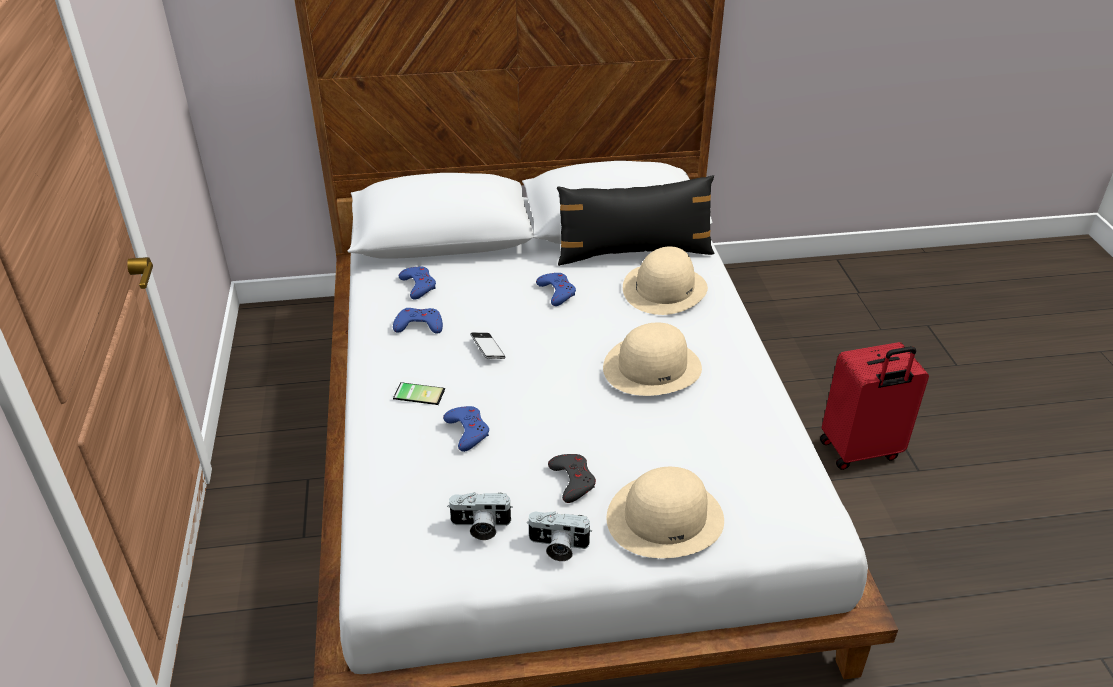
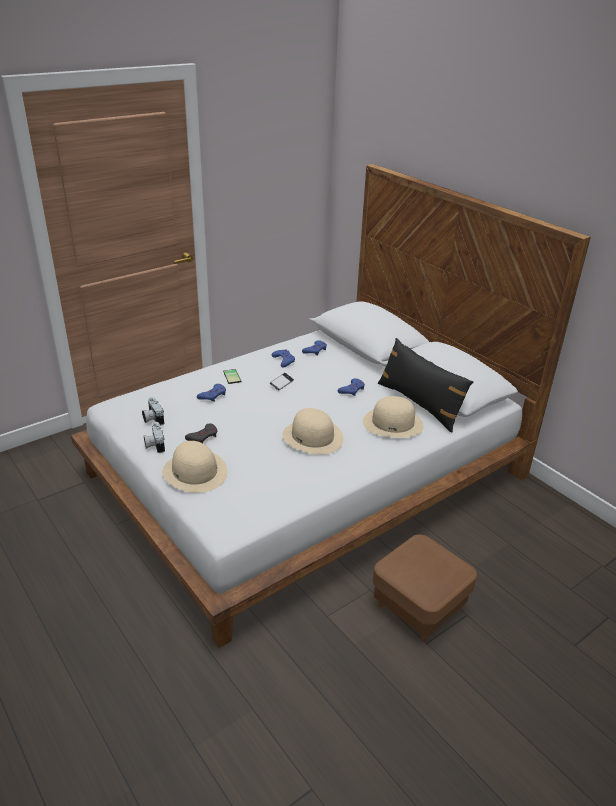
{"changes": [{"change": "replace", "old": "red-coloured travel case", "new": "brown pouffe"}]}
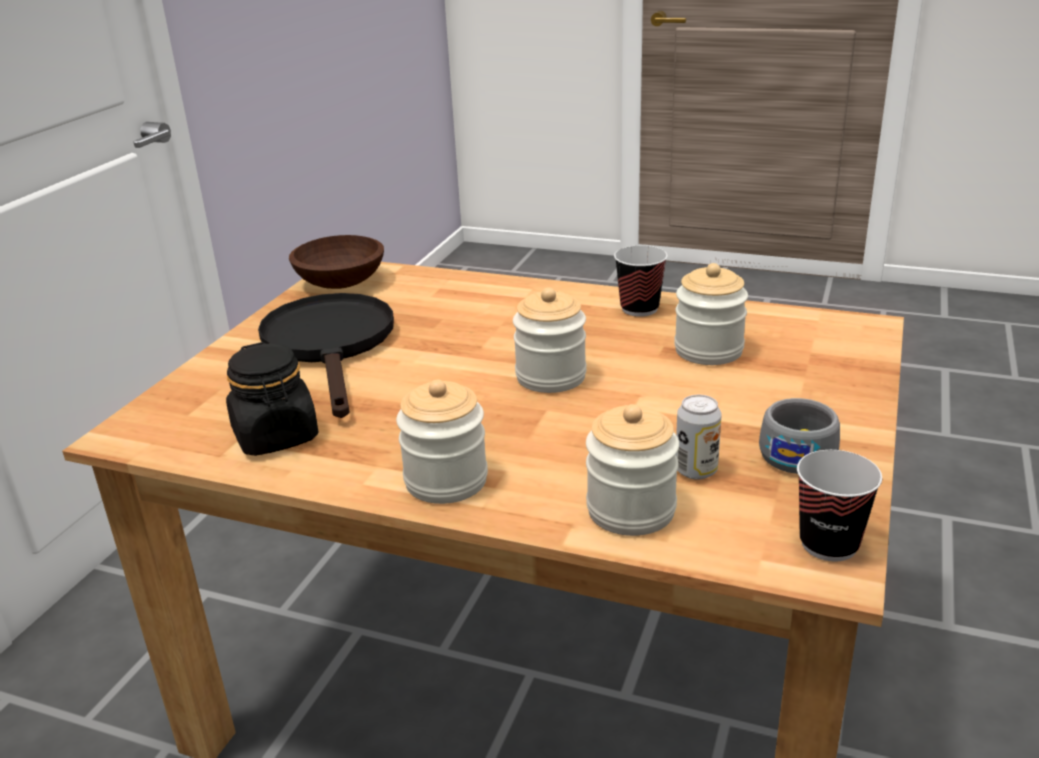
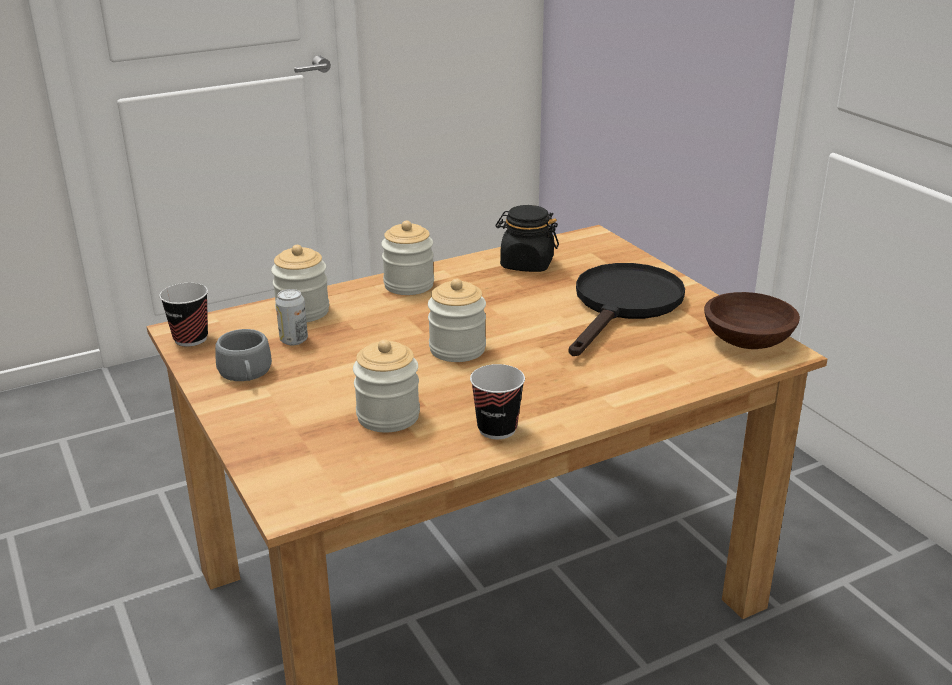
{"changes": [{"change": "rotate", "old": "black pan", "degrees": -90}]}
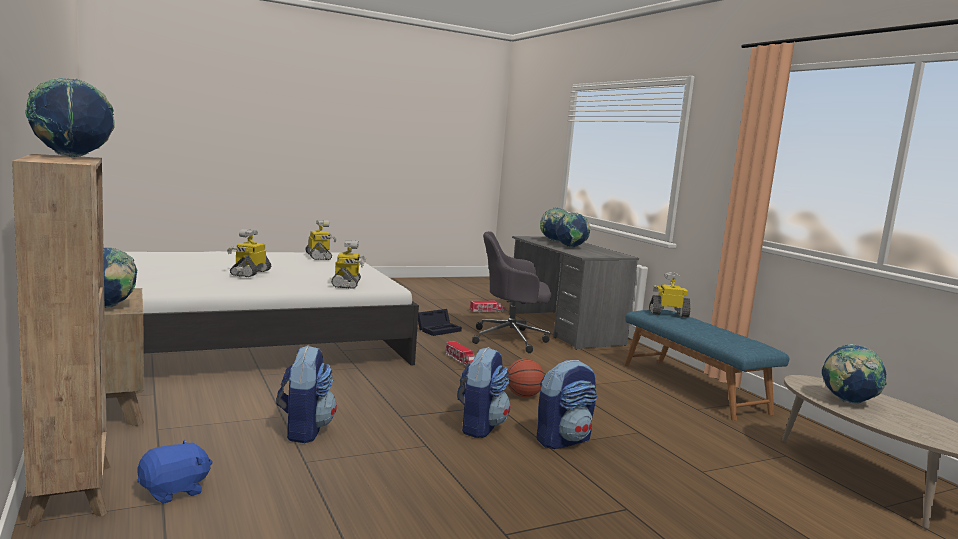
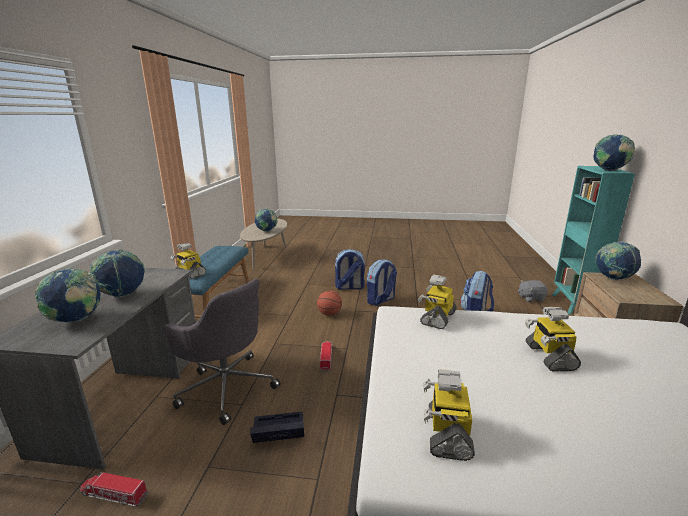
{"changes": [{"change": "recolor", "old": "bluish cuddly toy", "new": "grey cuddly toy"}, {"change": "rotate", "old": "model robot (1st from left in the first image)", "degrees": 135}, {"change": "recolor", "old": "brown bookcase", "new": "blue-green bookcase"}]}
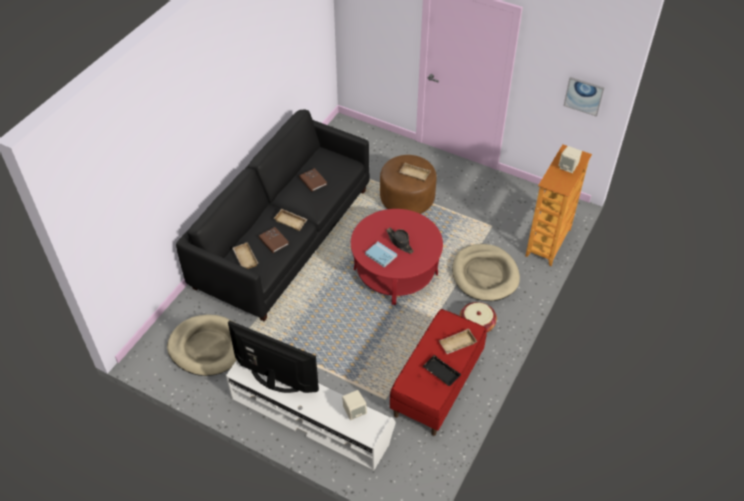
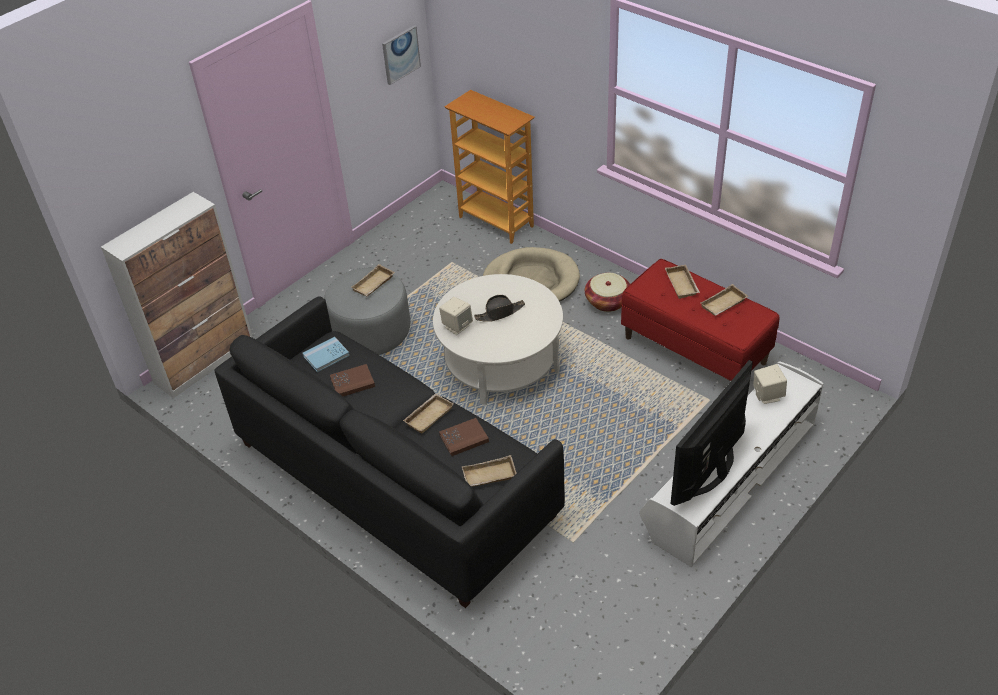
{"changes": [{"change": "insert", "new": "cabinet"}, {"change": "move", "old": "bluish book"}, {"change": "recolor", "old": "brown pouffe", "new": "grey pouffe"}, {"change": "recolor", "old": "red-coloured lounge table", "new": "white-coloured lounge table"}, {"change": "move", "old": "beige audio speaker (2nd from left in the first image)", "new": "beige audio speaker (1st from left)"}, {"change": "recolor", "old": "black serving tray", "new": "beige serving tray (5th from left)"}, {"change": "delete", "old": "beige pet bed (1st from left)"}]}
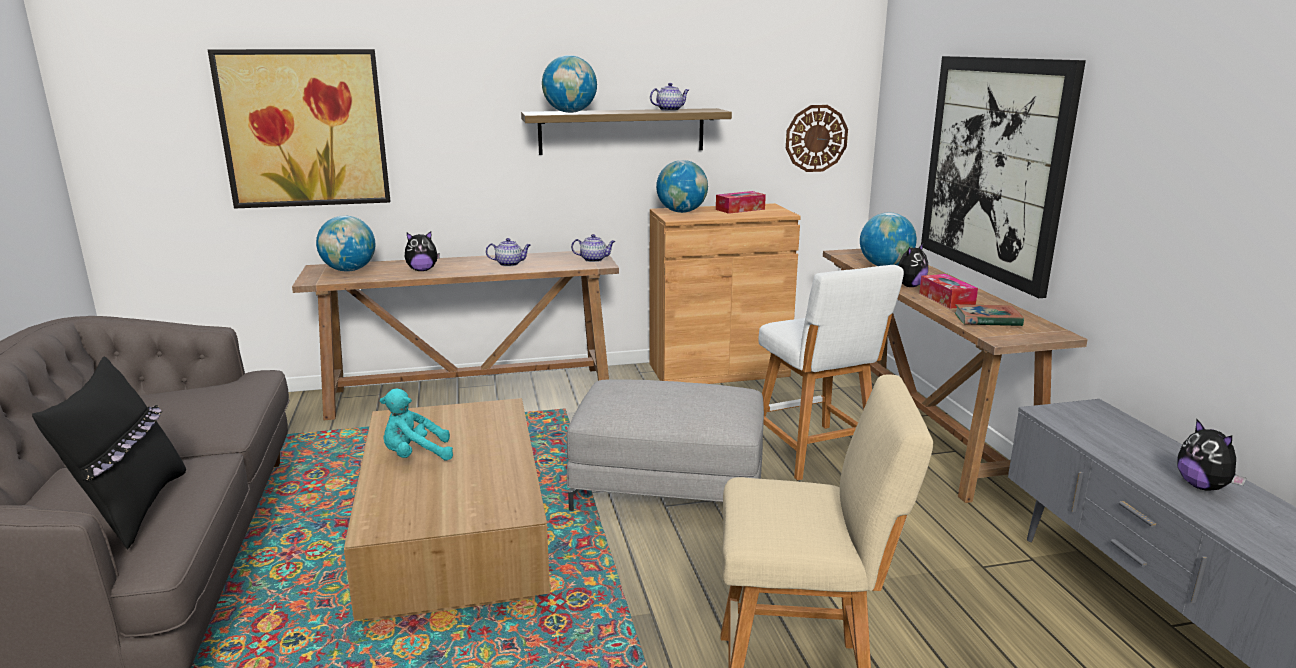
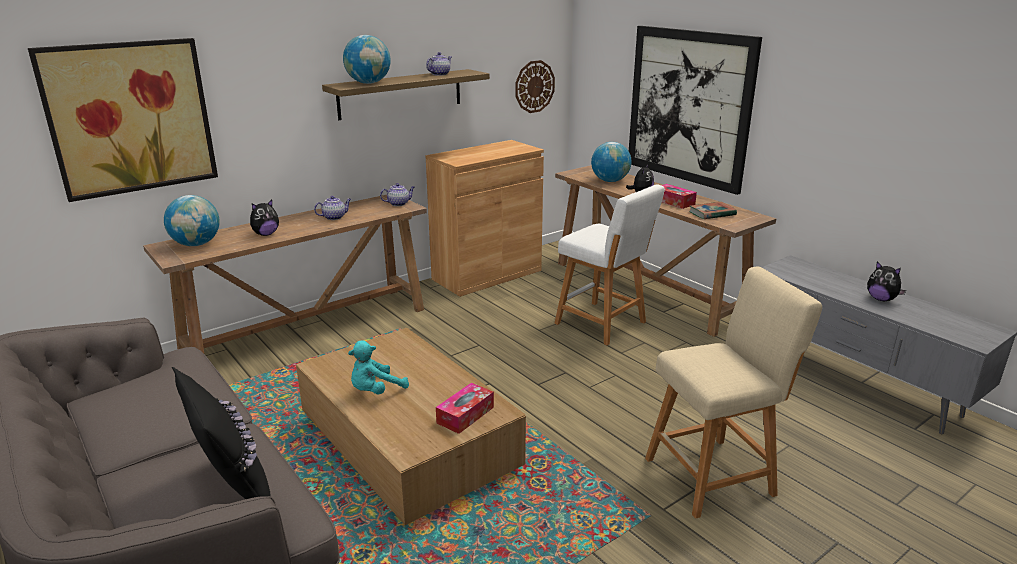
{"changes": [{"change": "move", "old": "box of tissues (1st from left)"}, {"change": "delete", "old": "grey pouffe"}, {"change": "delete", "old": "world globe (3rd from left)"}]}
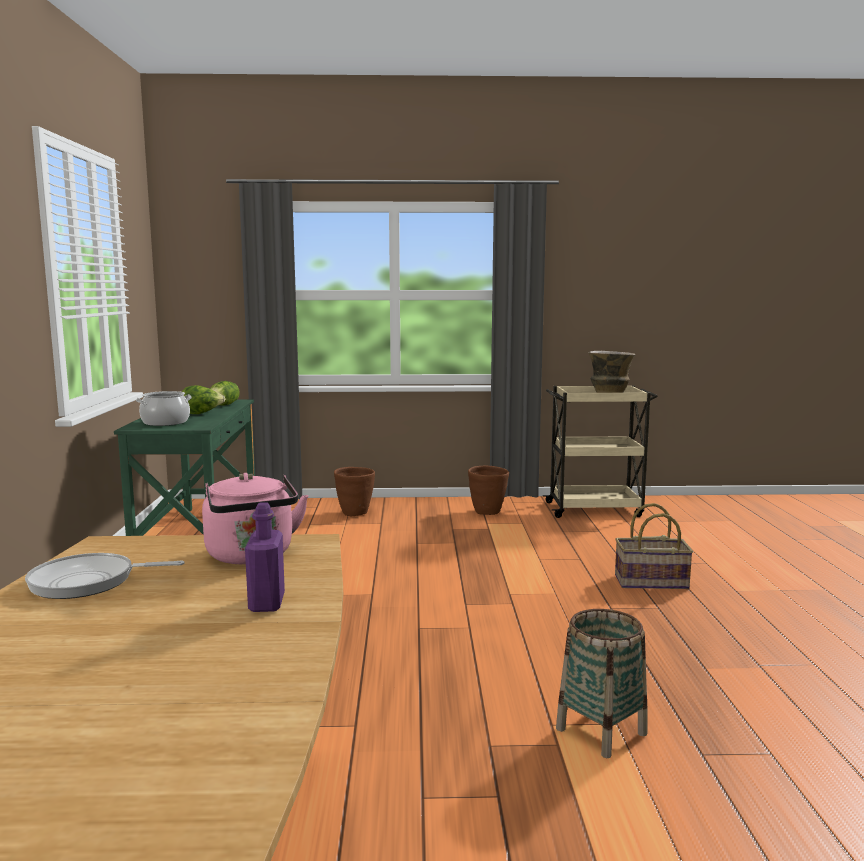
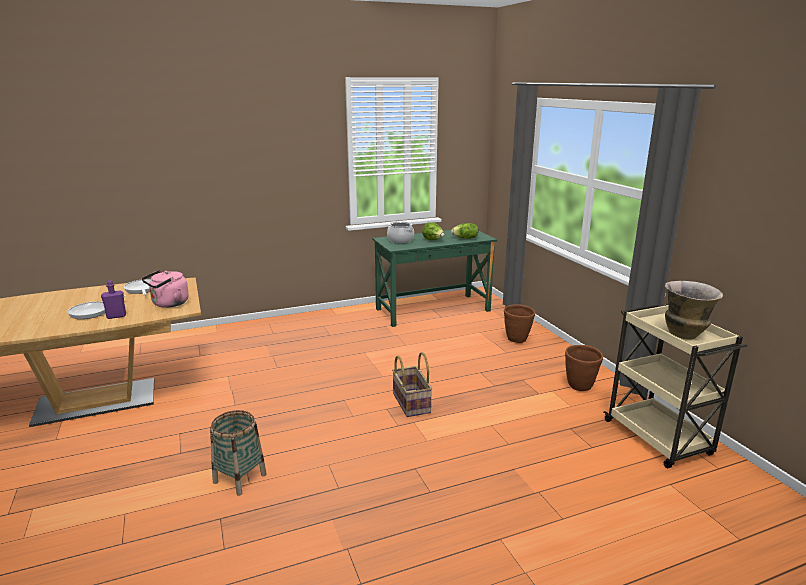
{"changes": [{"change": "insert", "new": "pan (1st from left)"}, {"change": "move", "old": "basket (2nd from left)"}]}
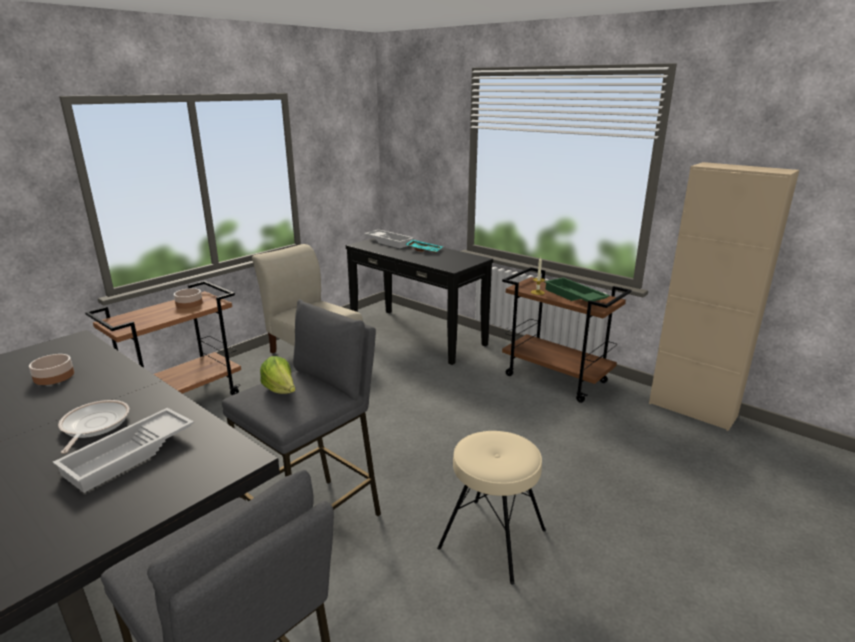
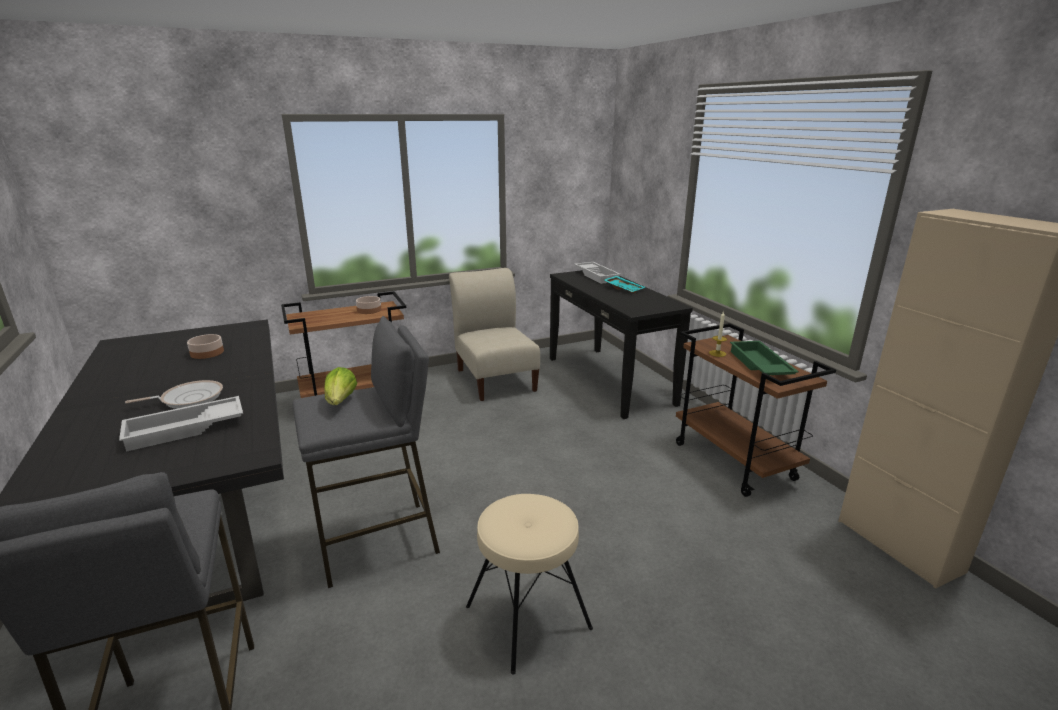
{"changes": [{"change": "rotate", "old": "pan", "degrees": 45}]}
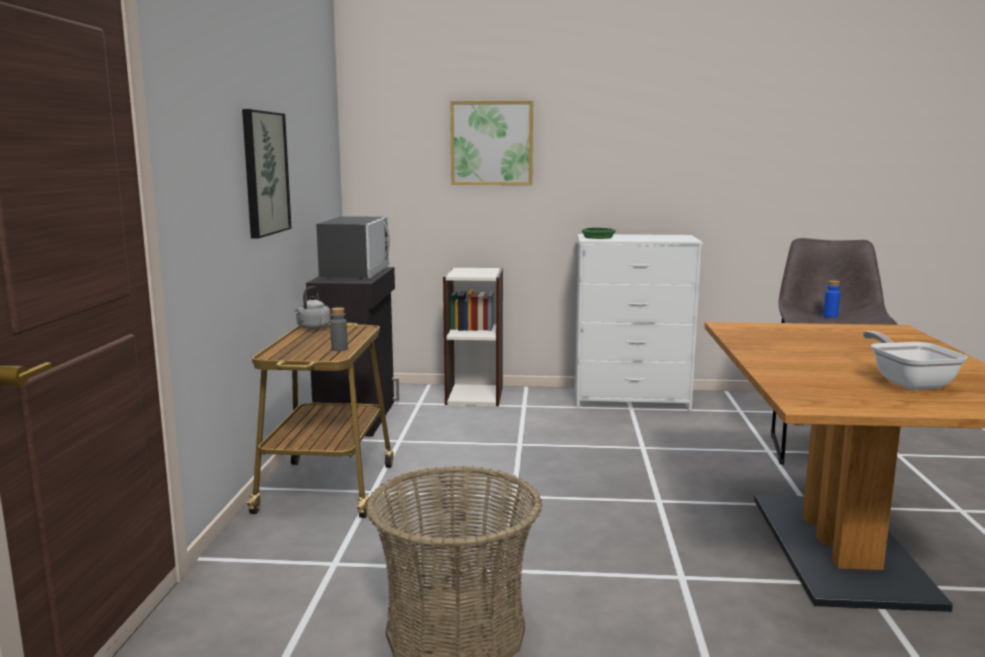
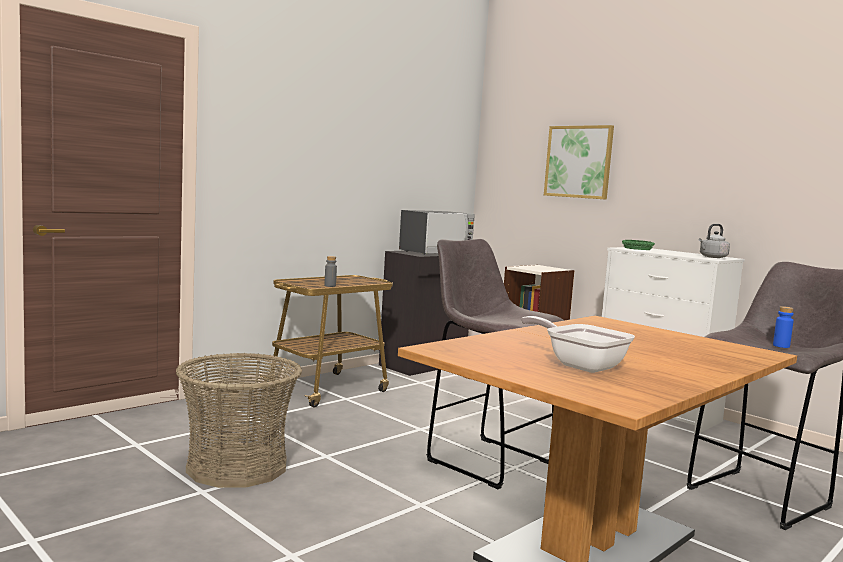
{"changes": [{"change": "insert", "new": "grey sitting stool (1st from left)"}, {"change": "rotate", "old": "pan", "degrees": -75}, {"change": "move", "old": "grey kettle"}, {"change": "delete", "old": "picture (1st from left)"}]}
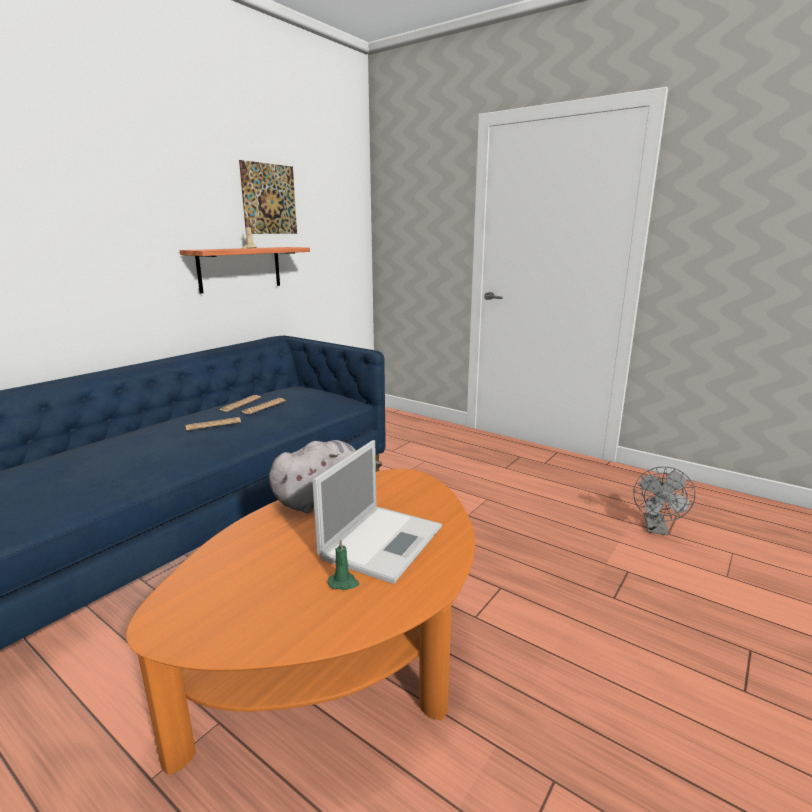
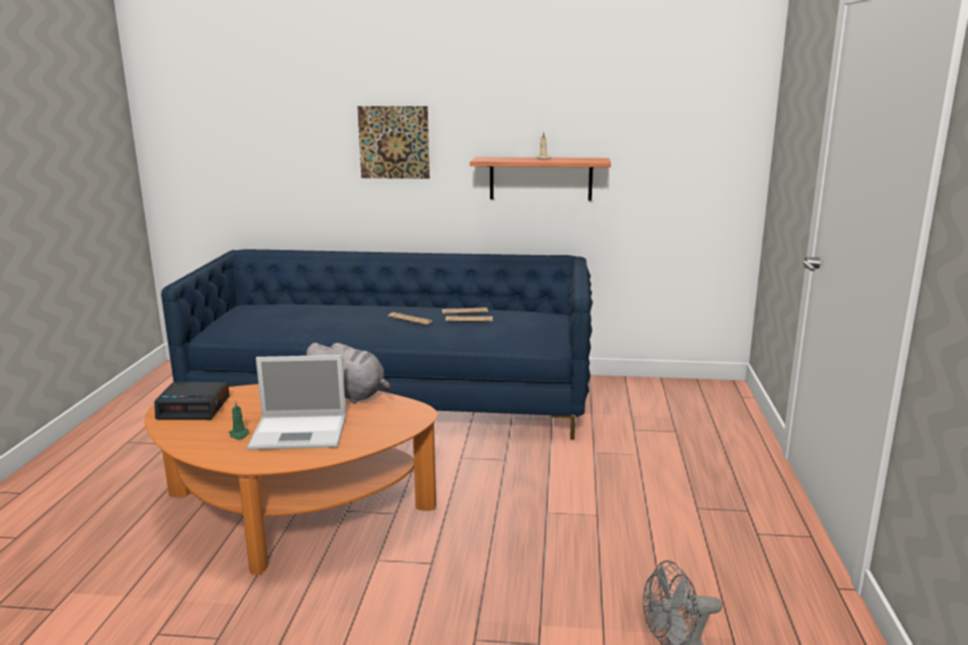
{"changes": [{"change": "insert", "new": "alarm clock"}, {"change": "move", "old": "picture"}]}
